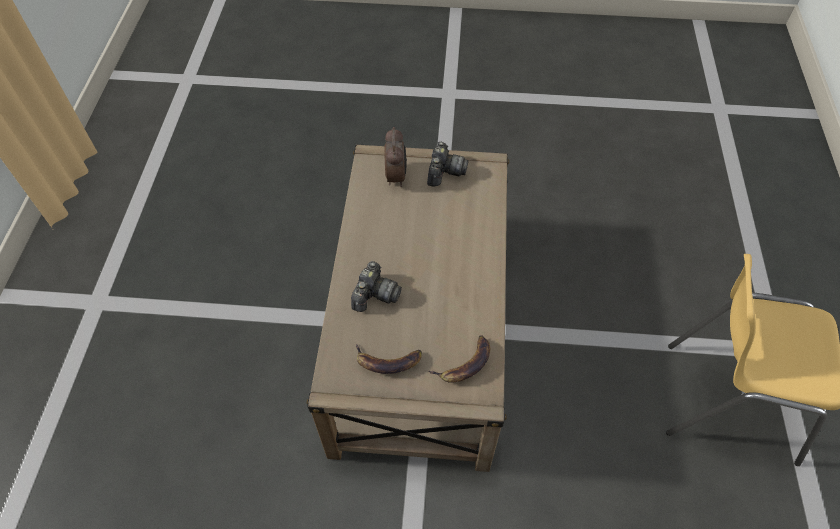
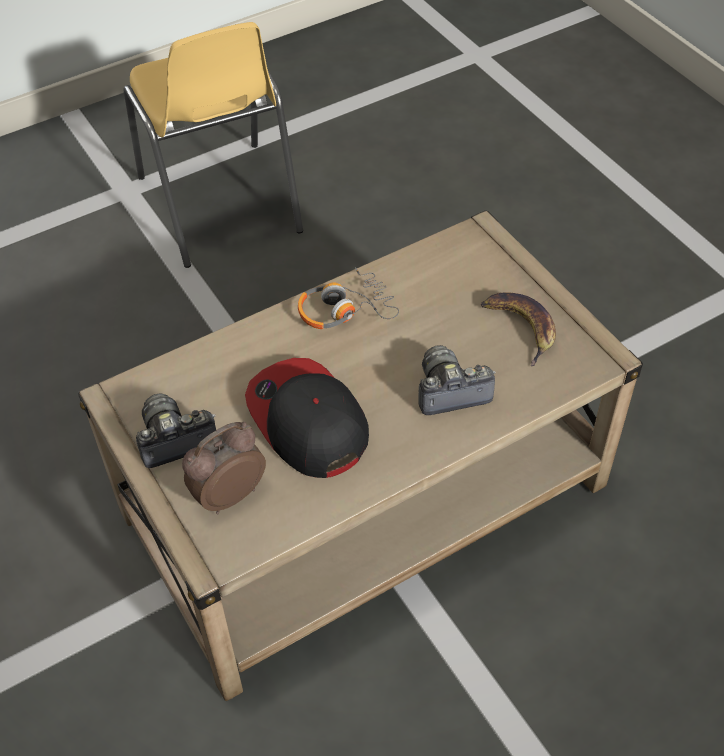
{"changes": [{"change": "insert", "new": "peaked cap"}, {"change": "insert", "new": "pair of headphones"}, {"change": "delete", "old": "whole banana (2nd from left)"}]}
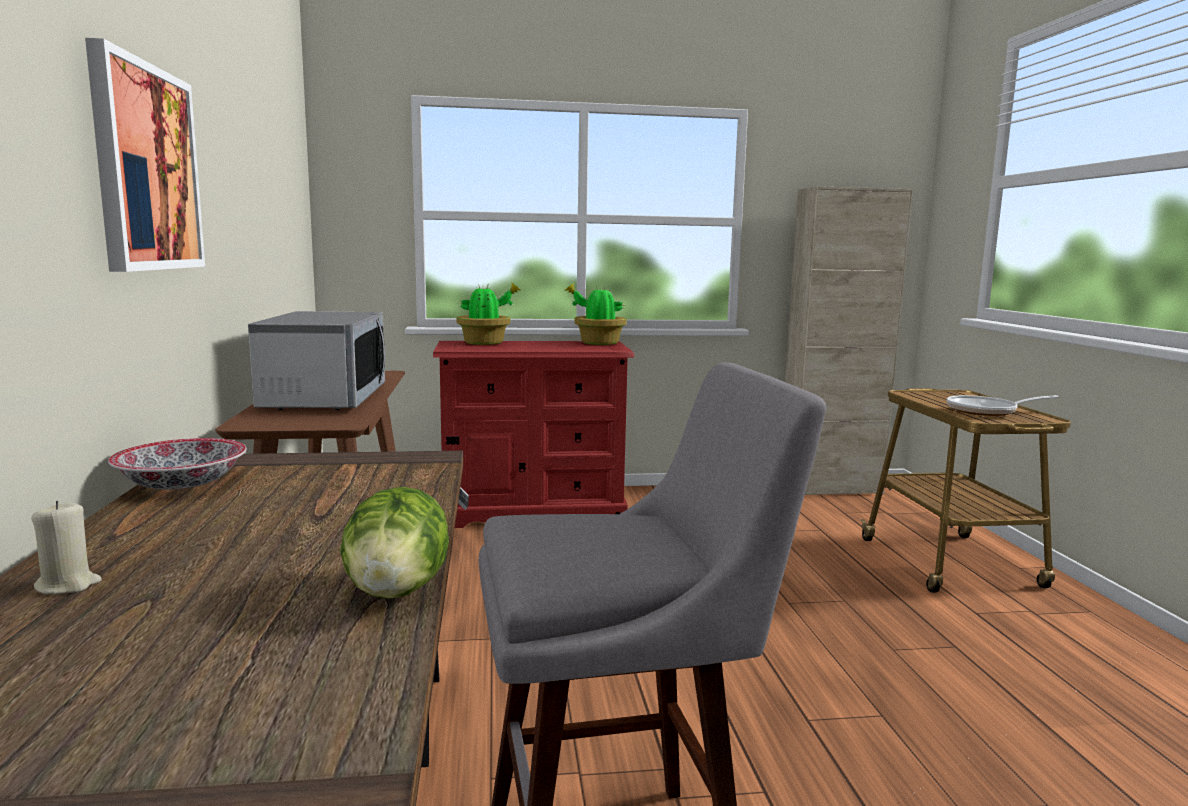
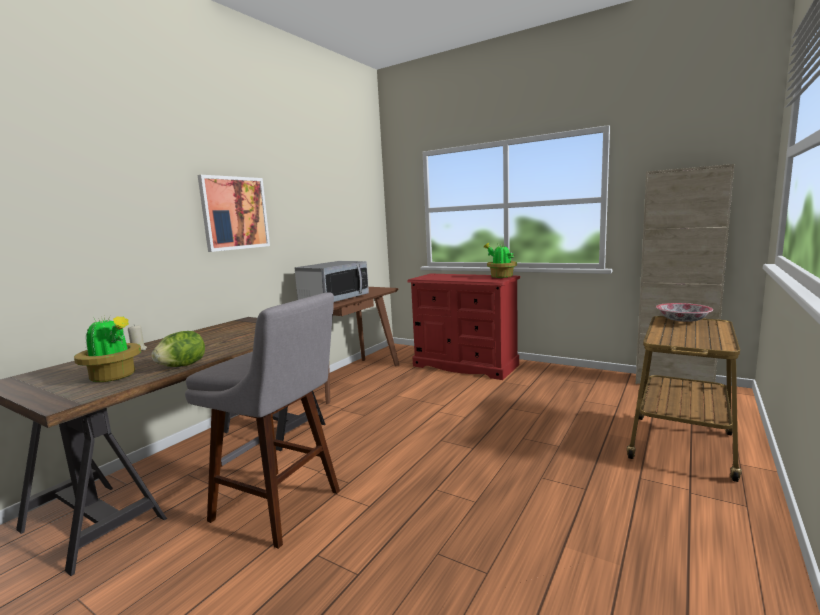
{"changes": [{"change": "move", "old": "houseplant (1st from left)"}, {"change": "move", "old": "bowl"}, {"change": "delete", "old": "pan"}]}
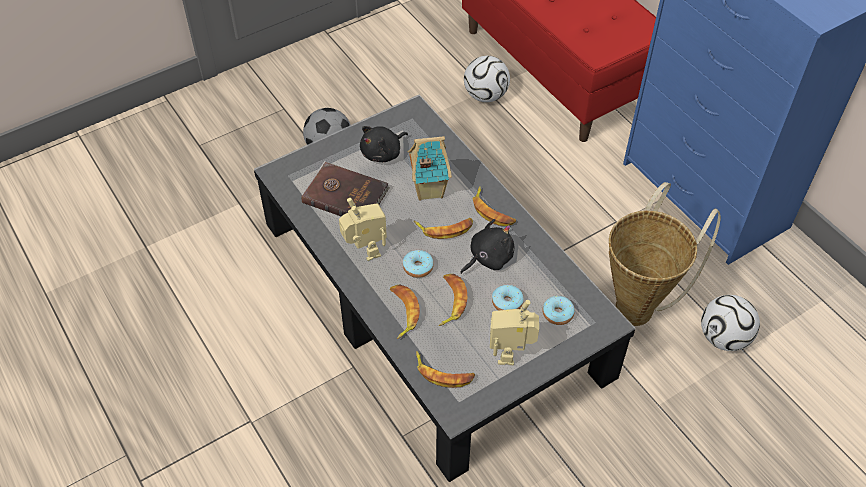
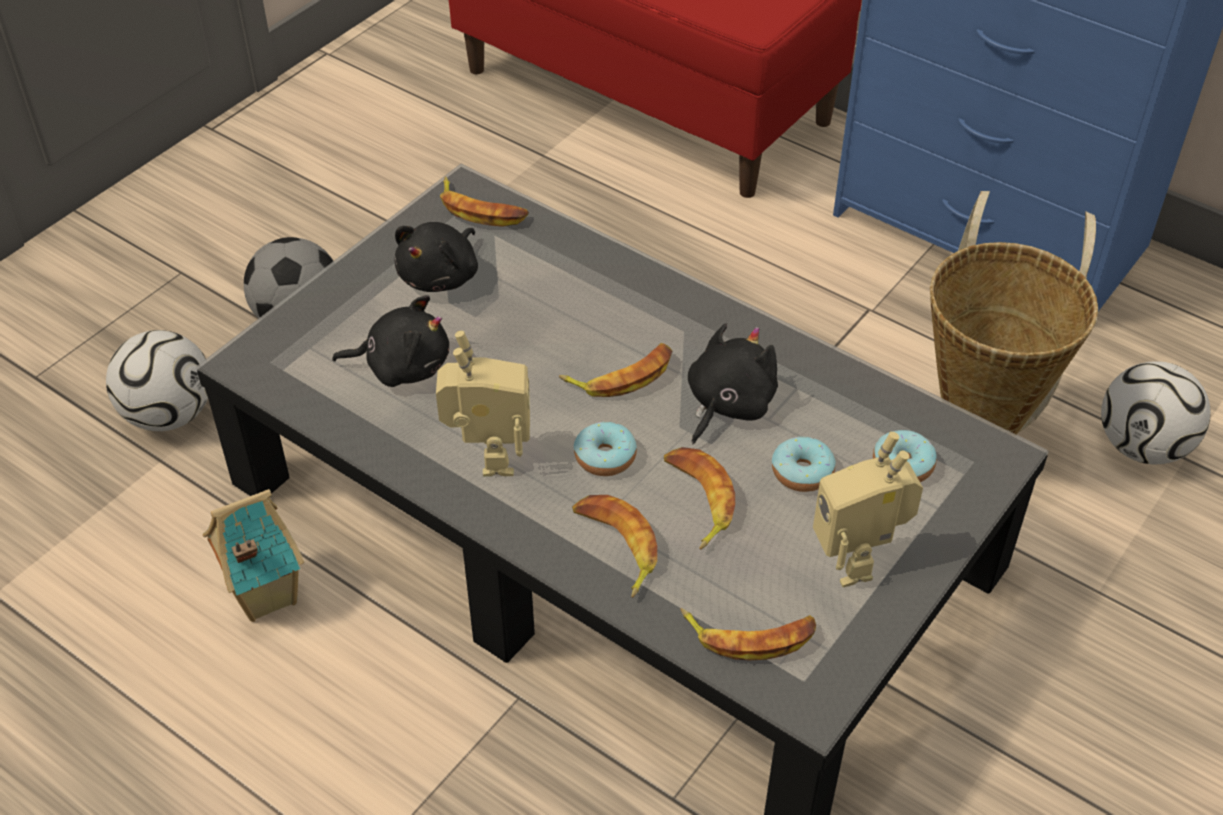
{"changes": [{"change": "move", "old": "football ball (2nd from left in the first image)", "new": "football ball (1st from left)"}, {"change": "move", "old": "miniature house"}, {"change": "replace", "old": "brown book", "new": "black cuddly toy (1st from left)"}, {"change": "rotate", "old": "model robot (1st from left)", "degrees": 45}, {"change": "move", "old": "whole banana (5th from left in the first image)", "new": "whole banana (1st from left)"}]}
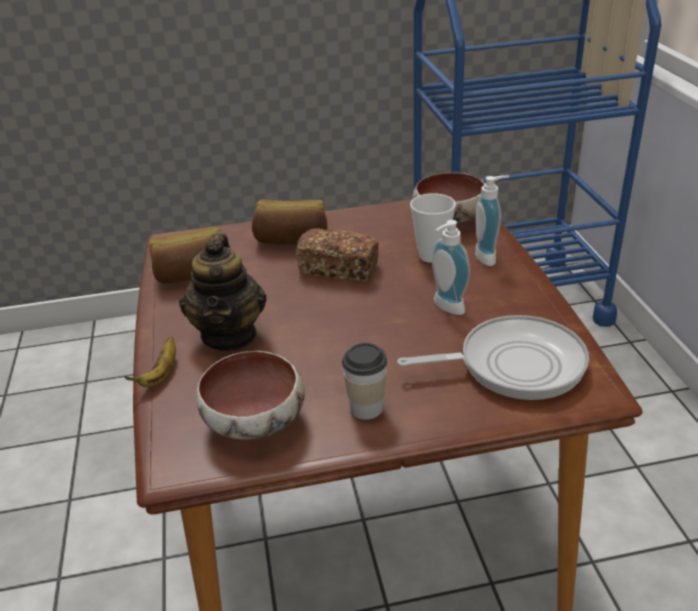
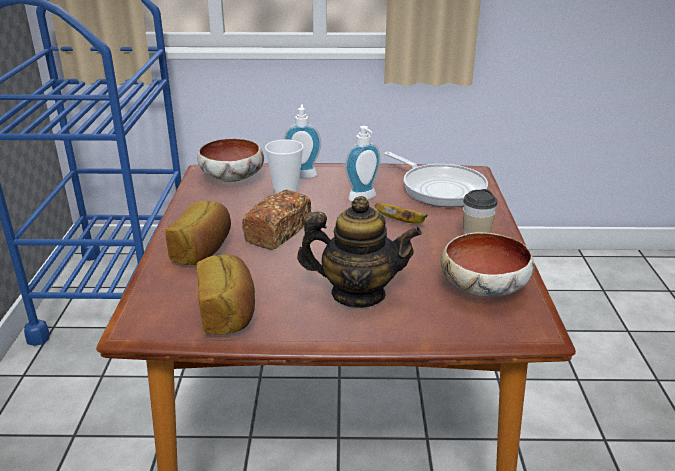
{"changes": [{"change": "move", "old": "whole banana"}, {"change": "rotate", "old": "pan", "degrees": 135}]}
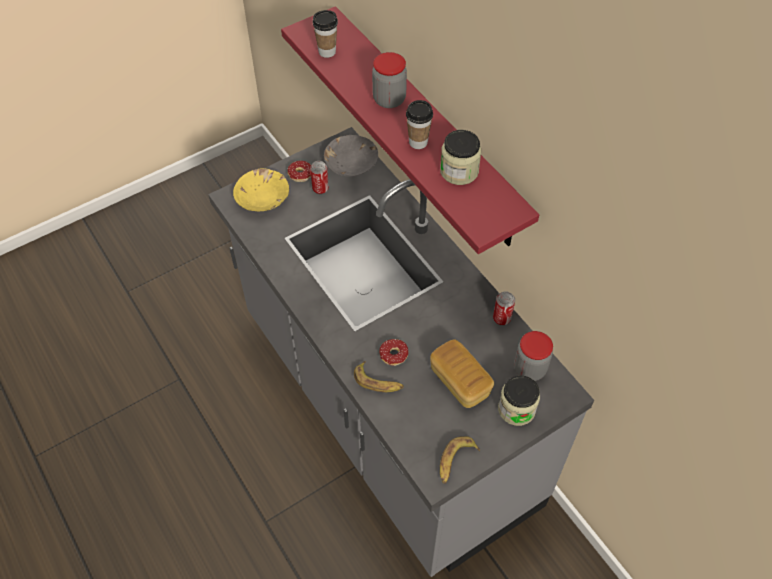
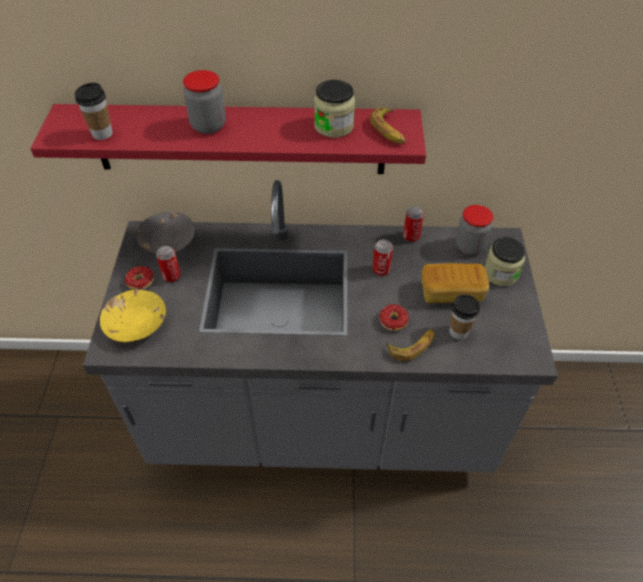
{"changes": [{"change": "move", "old": "whole banana (2nd from left in the first image)", "new": "whole banana (1st from left)"}, {"change": "insert", "new": "metal can (2nd from left)"}, {"change": "move", "old": "small cup (2nd from left)"}]}
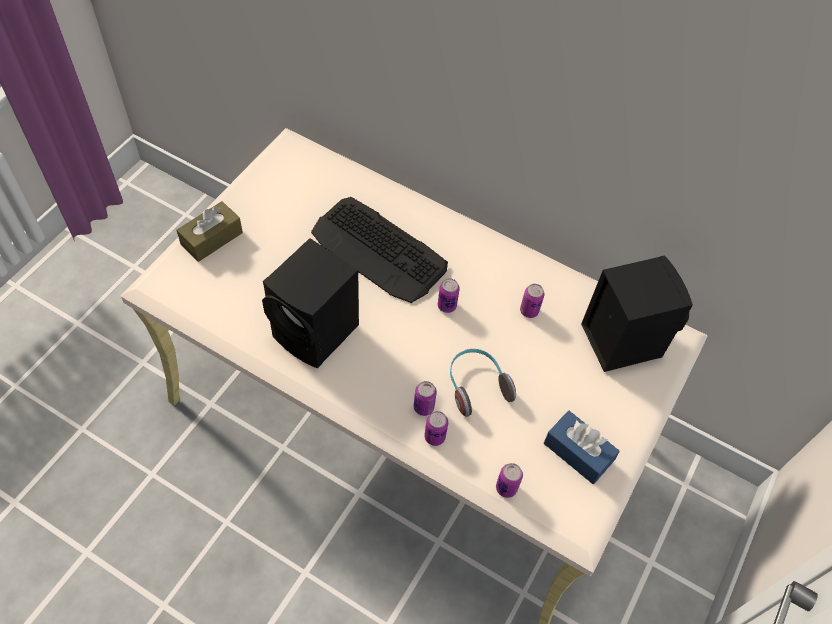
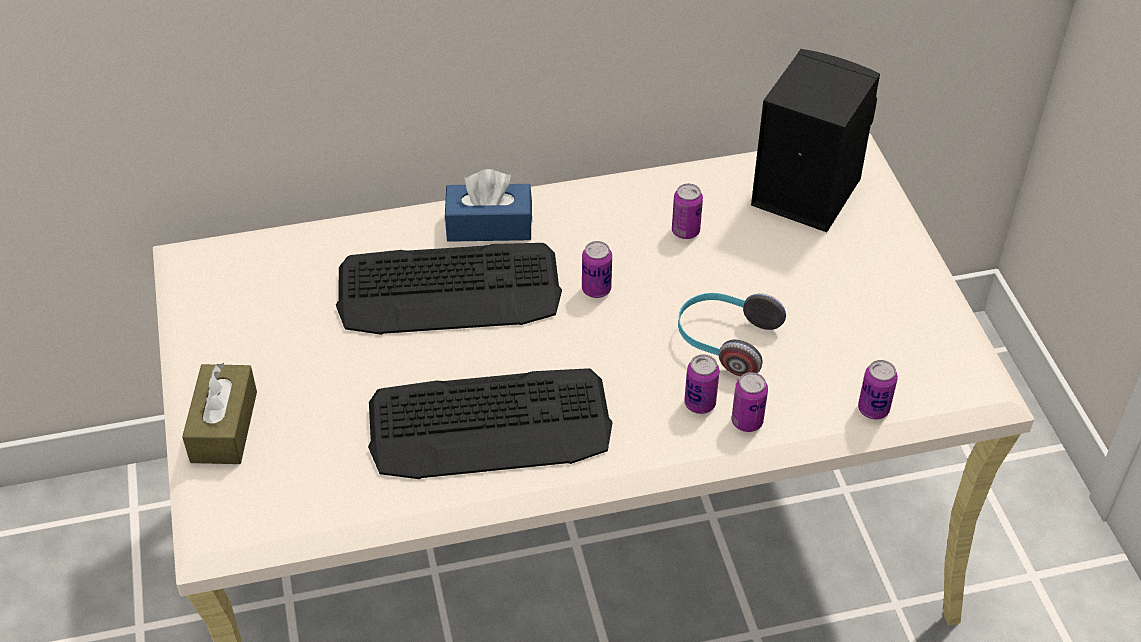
{"changes": [{"change": "replace", "old": "black audio speaker (1st from left)", "new": "PC keyboard (2nd from left)"}, {"change": "move", "old": "bluish box of tissues"}]}
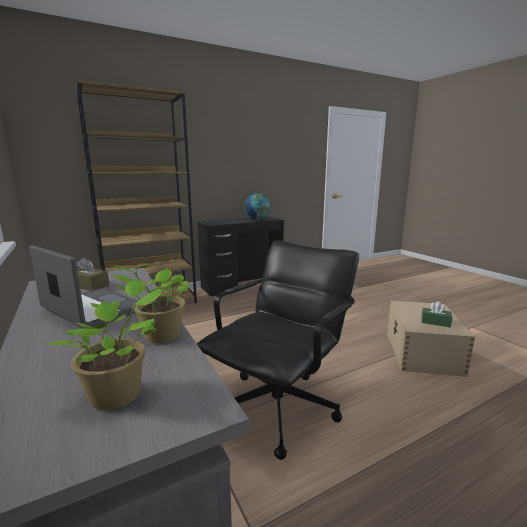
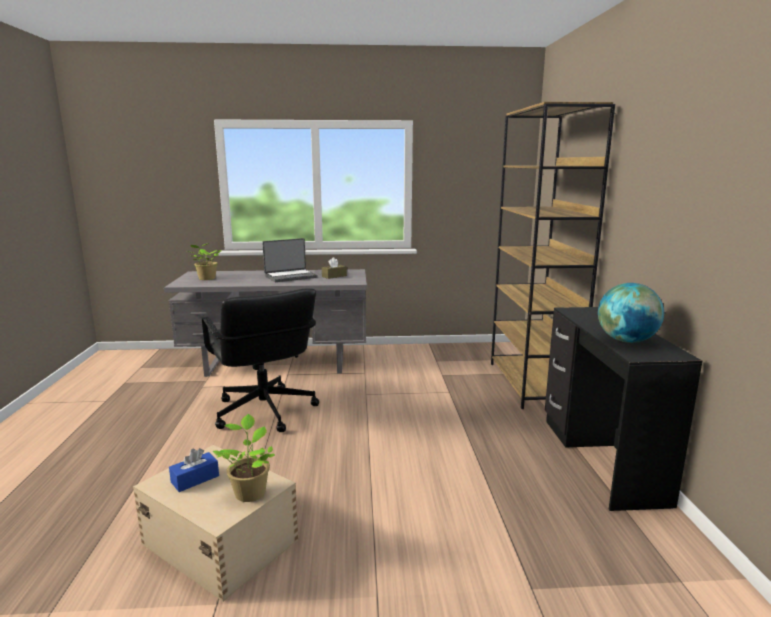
{"changes": [{"change": "recolor", "old": "green box of tissues", "new": "bluish box of tissues"}, {"change": "move", "old": "houseplant (2nd from left)"}]}
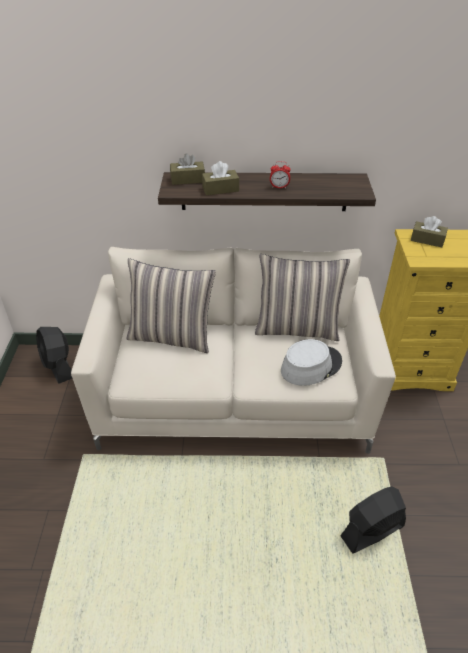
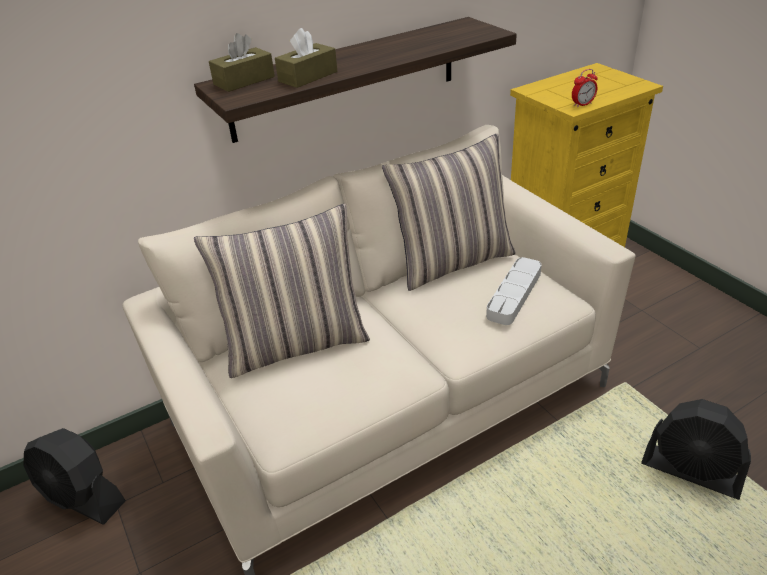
{"changes": [{"change": "replace", "old": "grey hat", "new": "grey serving tray"}, {"change": "move", "old": "alarm clock"}, {"change": "rotate", "old": "black fan (2nd from left)", "degrees": -90}, {"change": "delete", "old": "brown box of tissues (3rd from left)"}]}
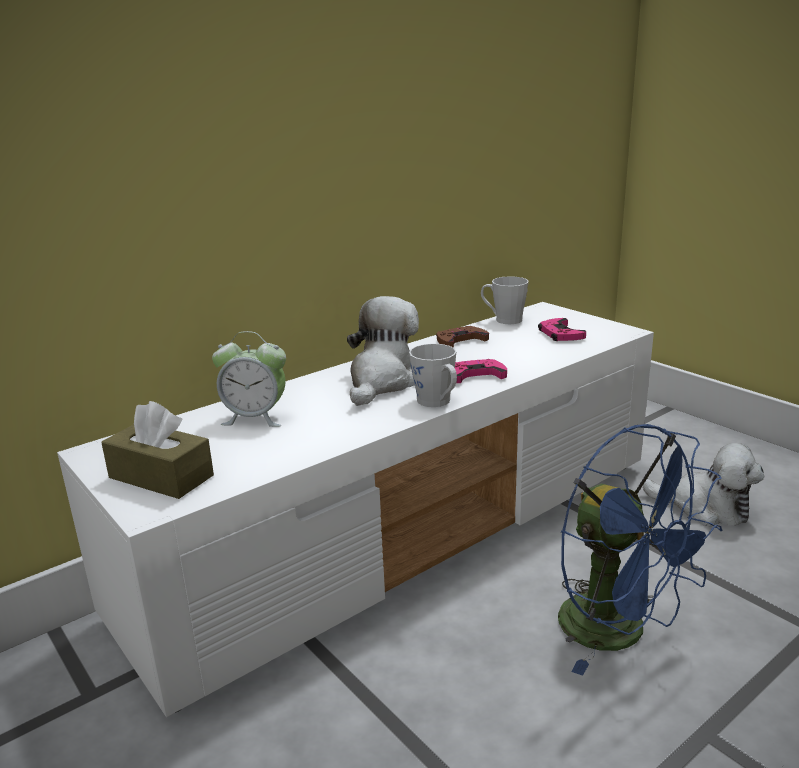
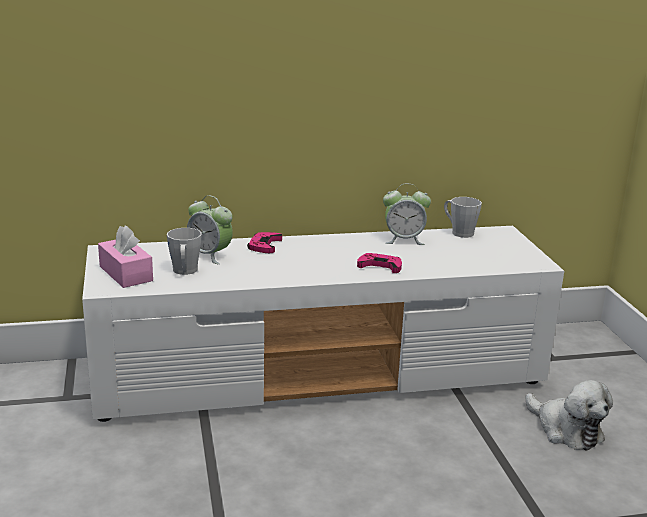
{"changes": [{"change": "recolor", "old": "brown box of tissues", "new": "pinkish box of tissues"}, {"change": "move", "old": "grey mug (1st from left)"}, {"change": "move", "old": "pinkish gamepad (2nd from left in the first image)", "new": "pinkish gamepad (1st from left)"}, {"change": "replace", "old": "brown gamepad", "new": "alarm clock (2nd from left)"}, {"change": "delete", "old": "cuddly toy (1st from left)"}, {"change": "delete", "old": "bluish fan"}]}
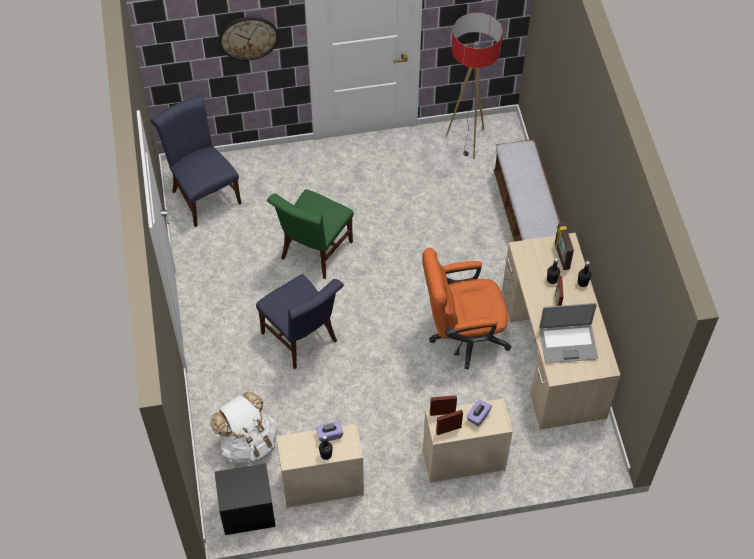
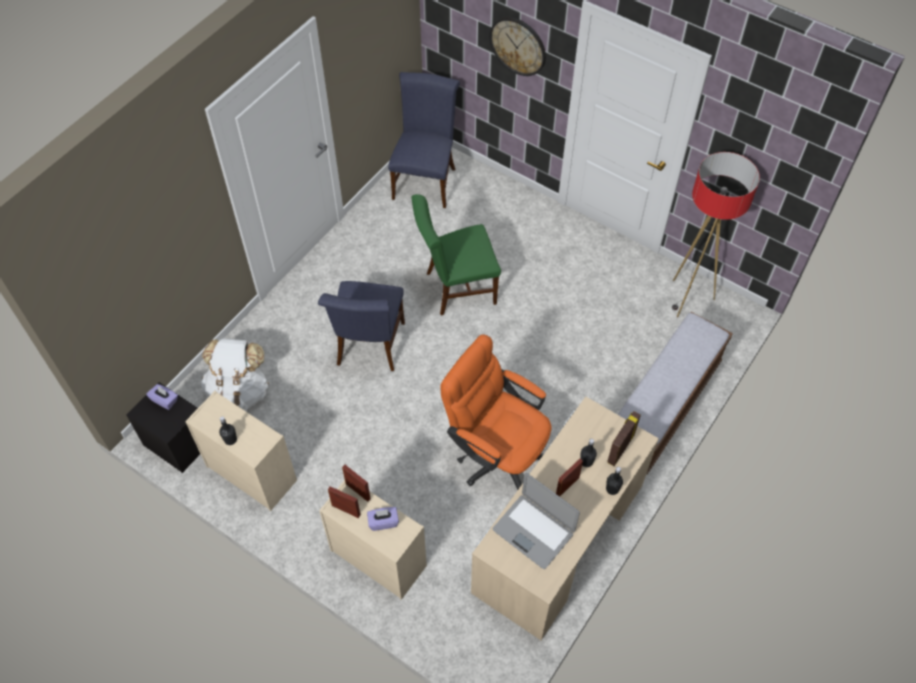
{"changes": [{"change": "move", "old": "purple-coloured box of tissues (1st from left)"}]}
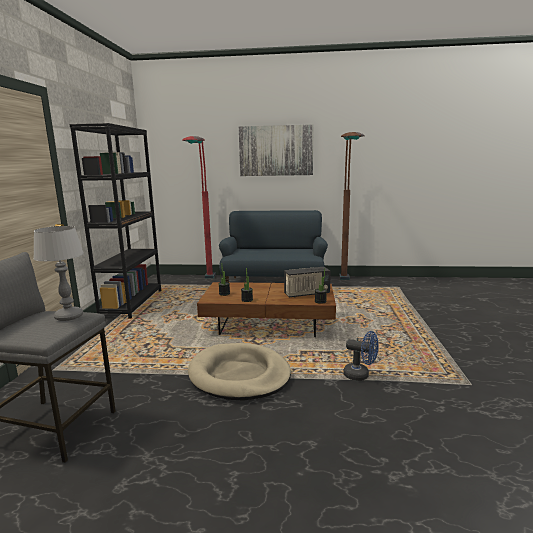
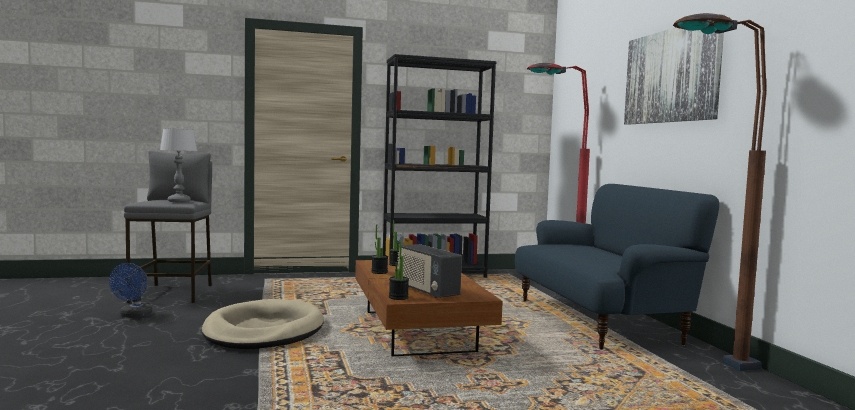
{"changes": [{"change": "move", "old": "bluish fan"}]}
